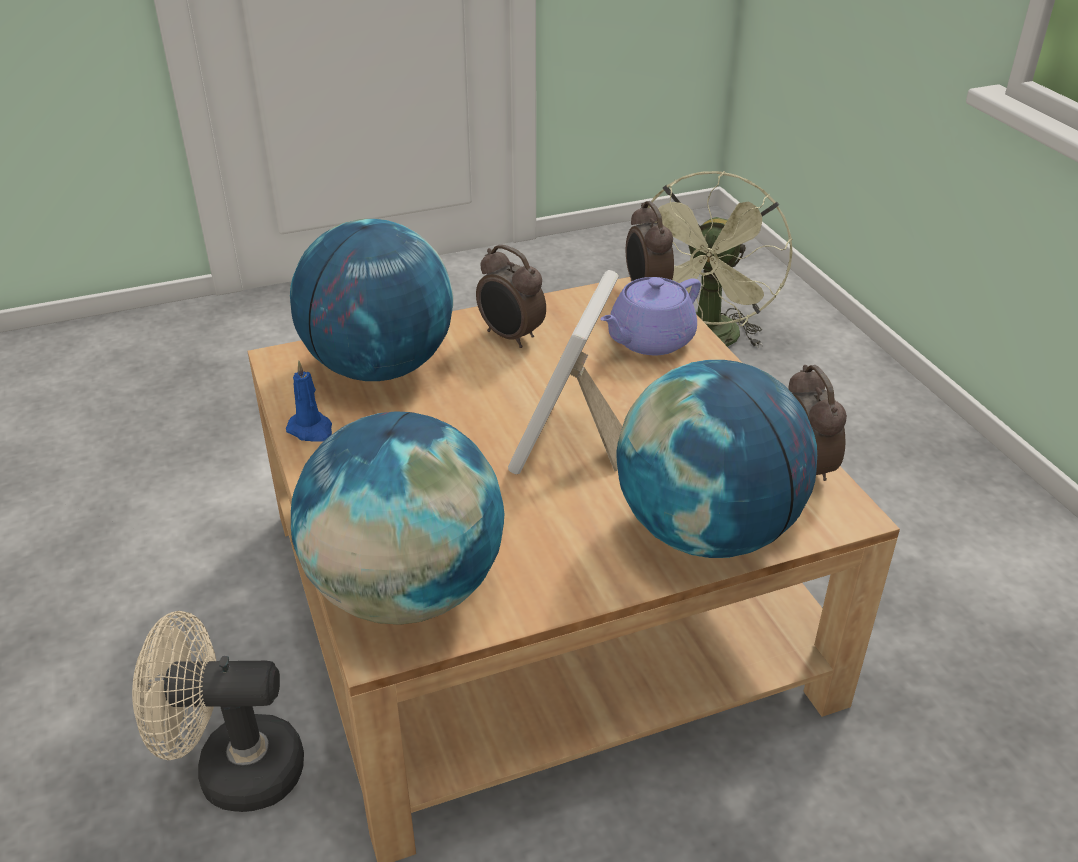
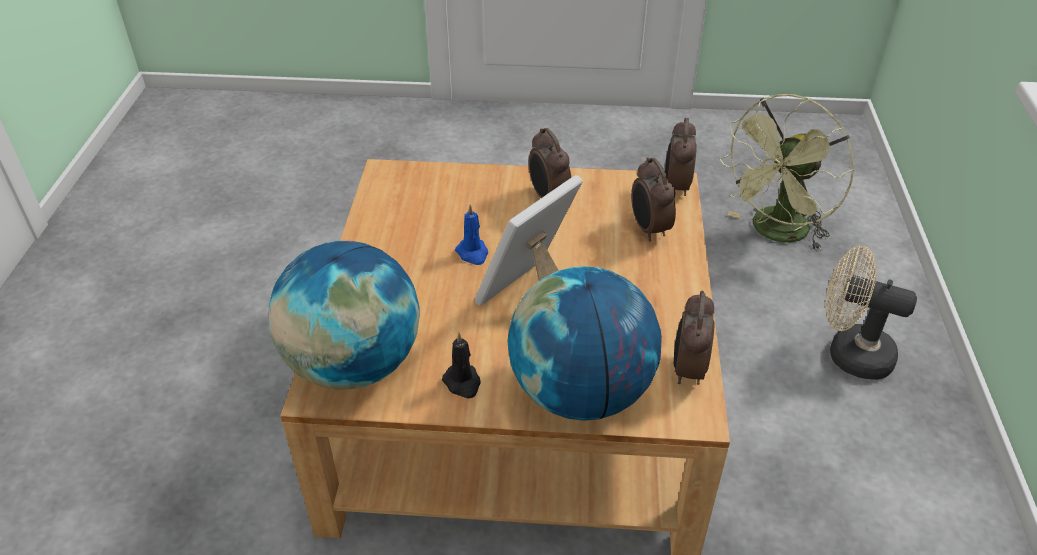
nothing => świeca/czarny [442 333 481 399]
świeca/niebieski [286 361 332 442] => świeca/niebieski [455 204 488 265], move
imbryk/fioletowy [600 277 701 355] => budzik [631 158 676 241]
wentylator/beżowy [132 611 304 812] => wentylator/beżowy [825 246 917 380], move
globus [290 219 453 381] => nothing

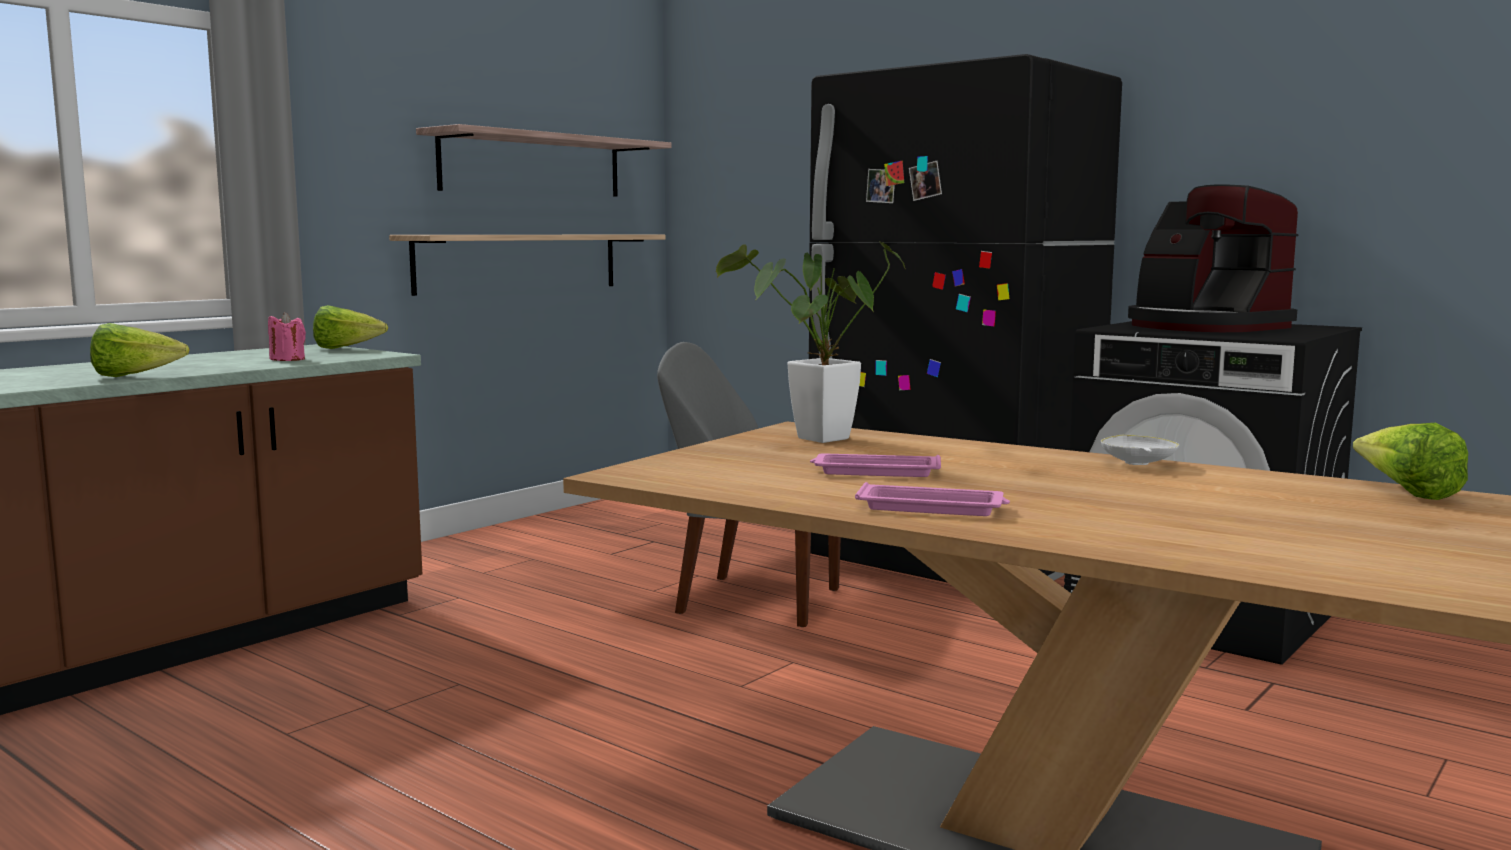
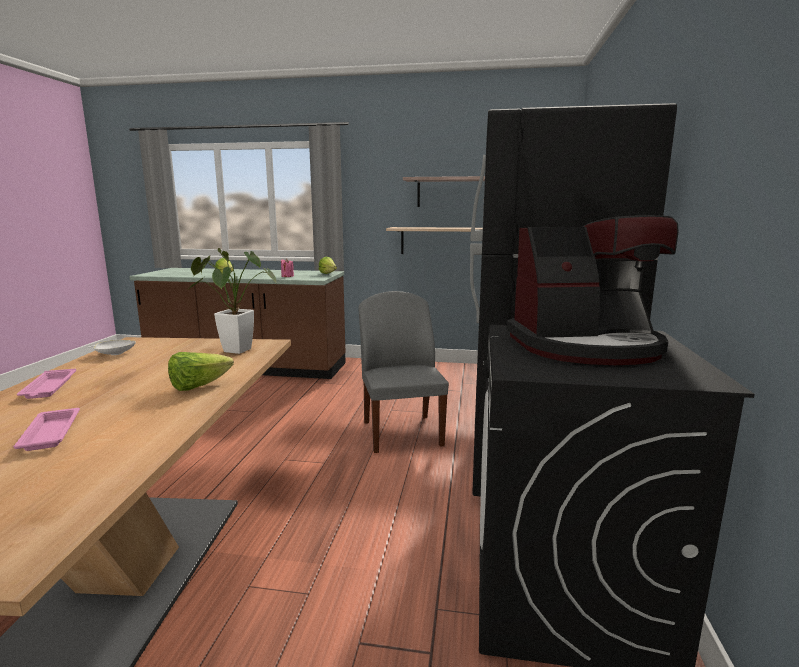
taca/różowy [810 453 941 477] => taca/różowy [13 408 80 451], move
miska/biały [1100 435 1179 465] => miska/biały [88 340 136 355], move
sałata [1353 423 1468 500] => sałata [168 352 234 391], move
ekspres do kawy [1128 184 1298 332] => ekspres do kawy [506 215 679 365], 120 degrees counterclockwise

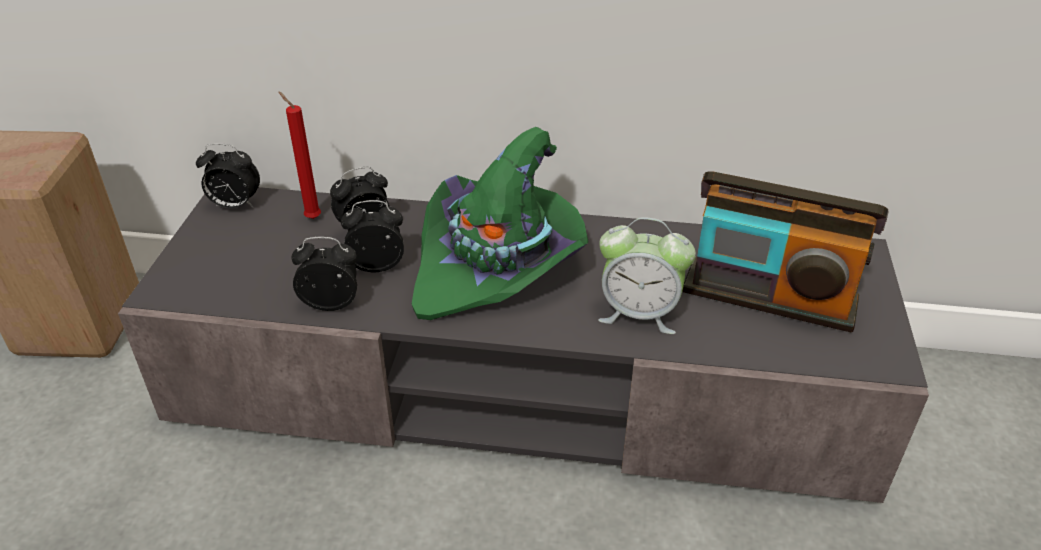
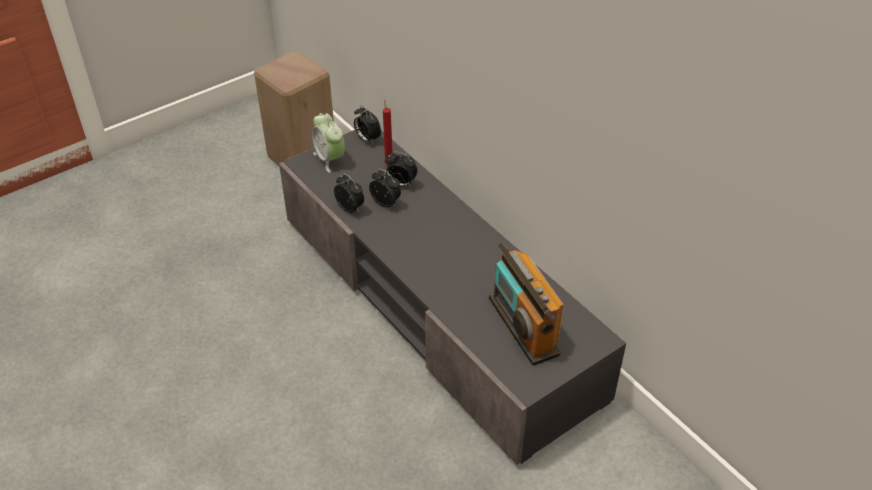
budzik [598 217 696 334] => budzik [312 113 345 173], move
kapelusz/zielony [412 127 589 320] => nothing

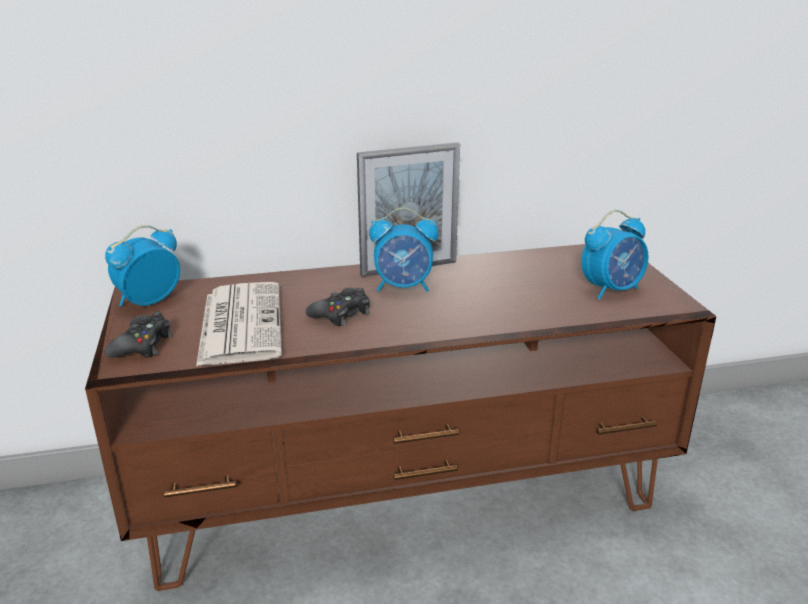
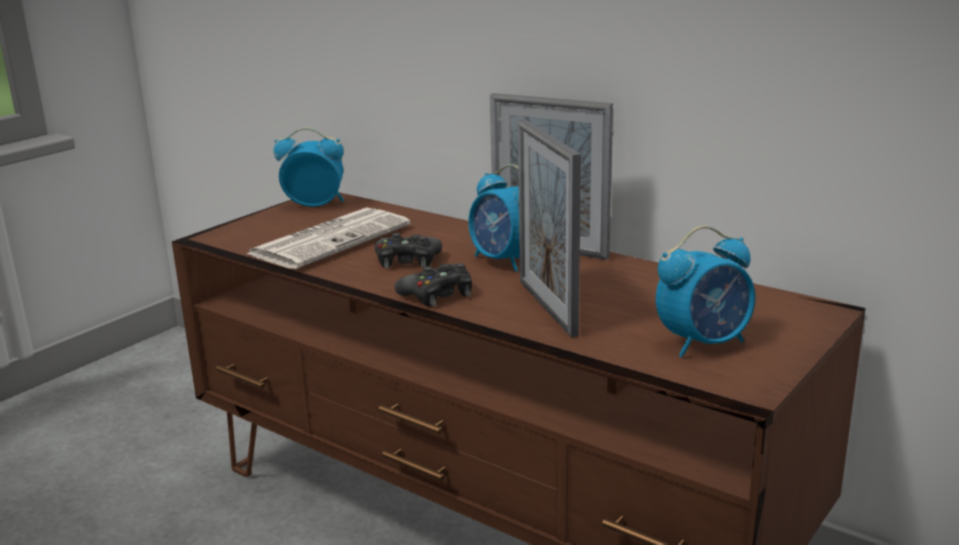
pad do gier/czarny [105 312 173 358] => pad do gier/czarny [394 263 472 307], move
nothing => ramka na zdjęcie [518 119 581 337]
budzik [581 210 649 300] => budzik [656 226 755 358], 45 degrees counterclockwise

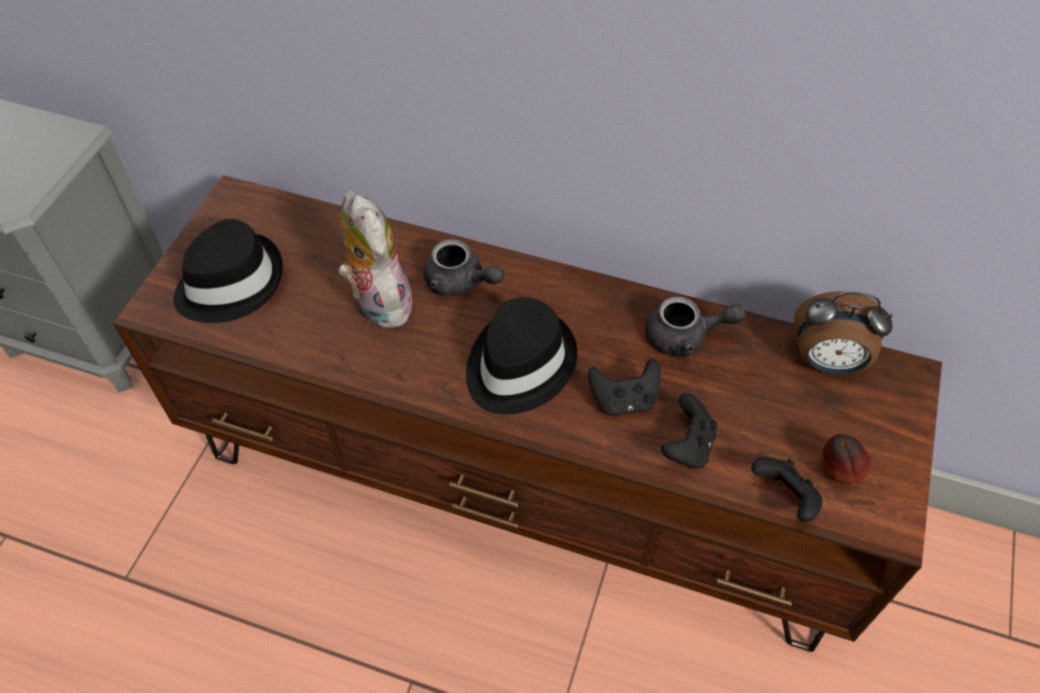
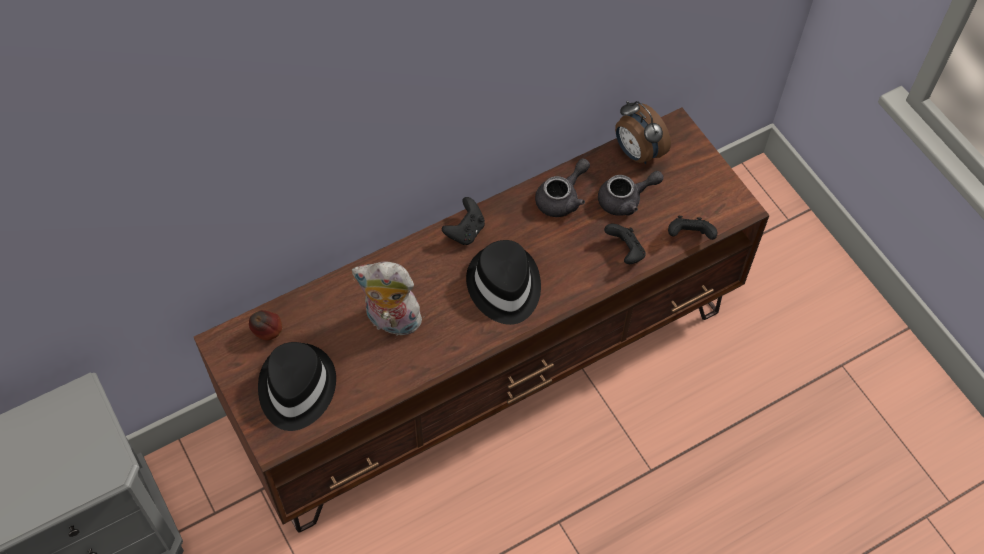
jabłko [823 434 871 485] => jabłko [249 310 282 341], move
pad do gier/czarny [588 358 661 416] => pad do gier/czarny [442 197 485 245], move
imbryk/szary [423 239 504 296] => imbryk/szary [598 171 664 216], move
budzik [794 291 893 375] => budzik [615 101 671 164], 90 degrees clockwise

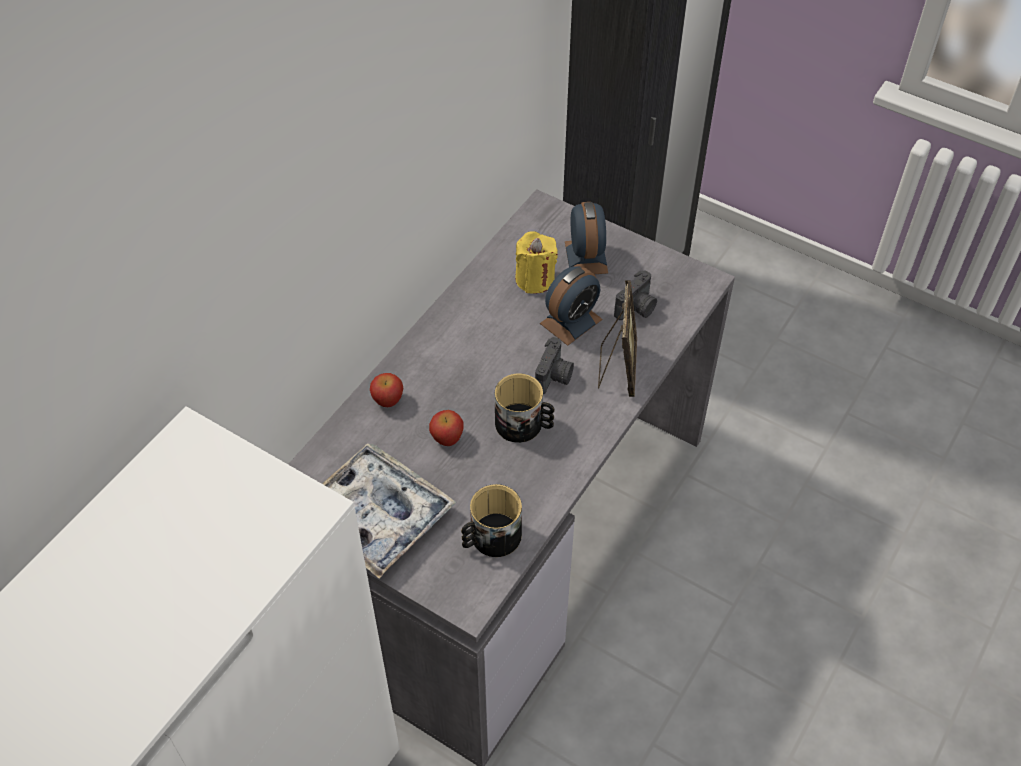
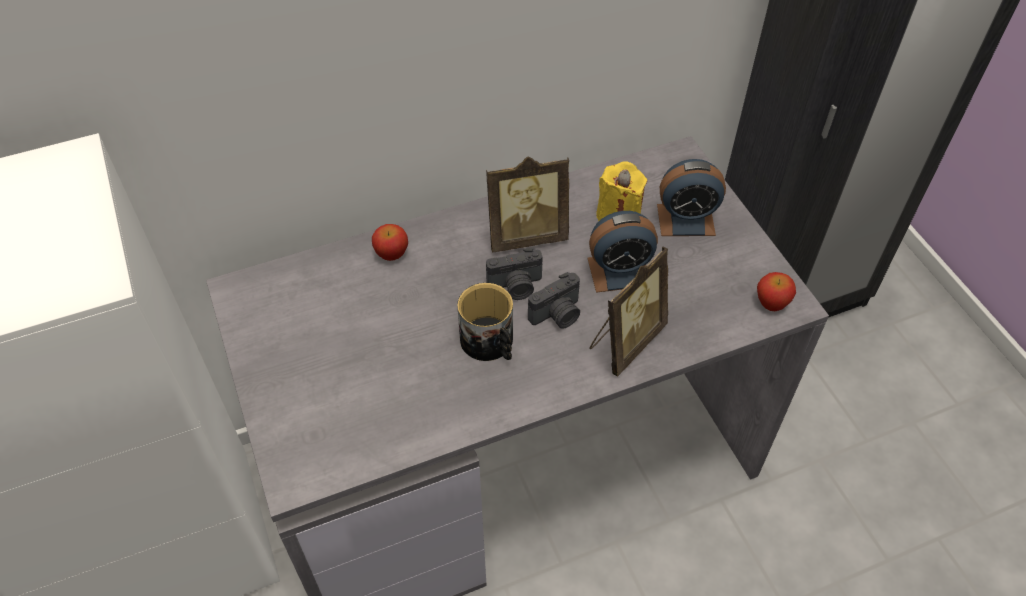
nothing => ramka na zdjęcie [486 157 569 252]
aparat fotograficzny [614 270 657 320] => aparat fotograficzny [486 248 543 300], move
budzik [565 202 608 274] => budzik [657 159 726 236], 60 degrees clockwise
jabłko [429 410 463 446] => jabłko [757 272 796 311], move
taca [323 443 456 579] => nothing
kubek [461 484 522 557] => nothing

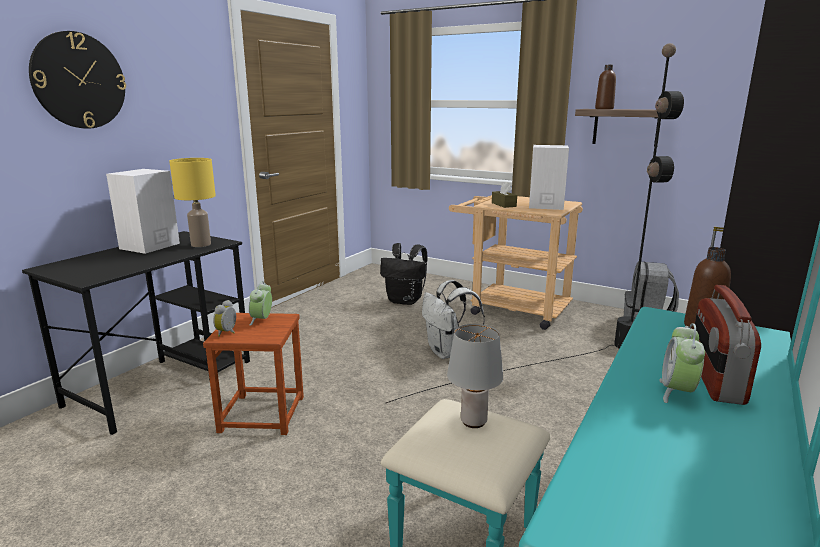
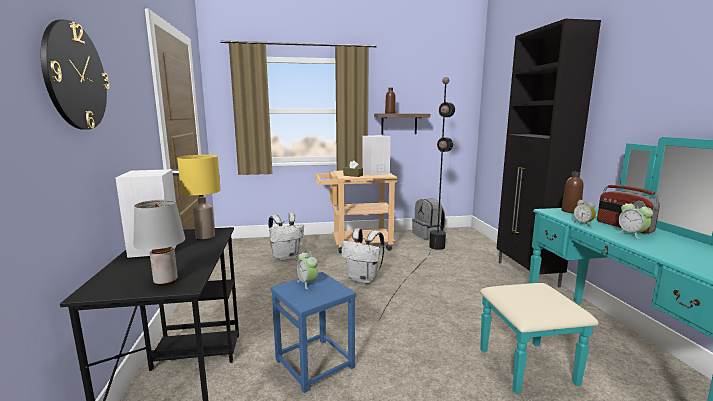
lampa stołowa/szary [447 324 503 428] => lampa stołowa/szary [134 200 185 286], move
plecak/czarny [380 243 428 305] => plecak/biały [269 213 304 261]
stołek/brązowy [203 313 304 435] => stołek/niebieski [270 272 356 393]
budzik [213 300 236 337] => budzik [574 200 596 226], move

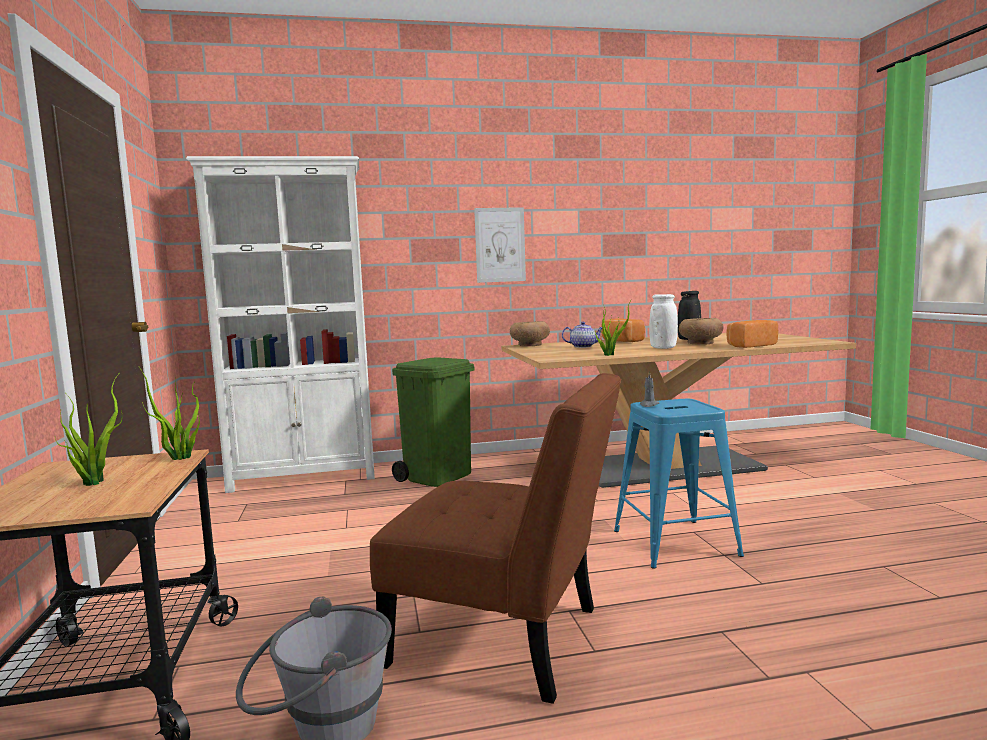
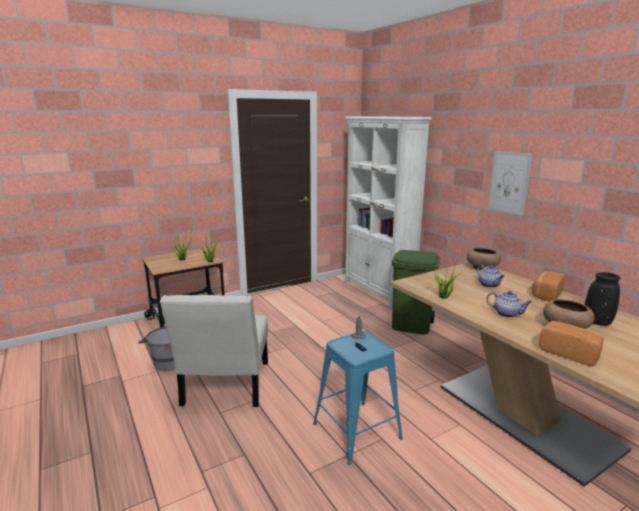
krzesło/brązowy [370 373 622 704] => krzesło/biały [160 295 268 407]
wazon/biały [649 294 678 349] => imbryk [486 291 532 318]

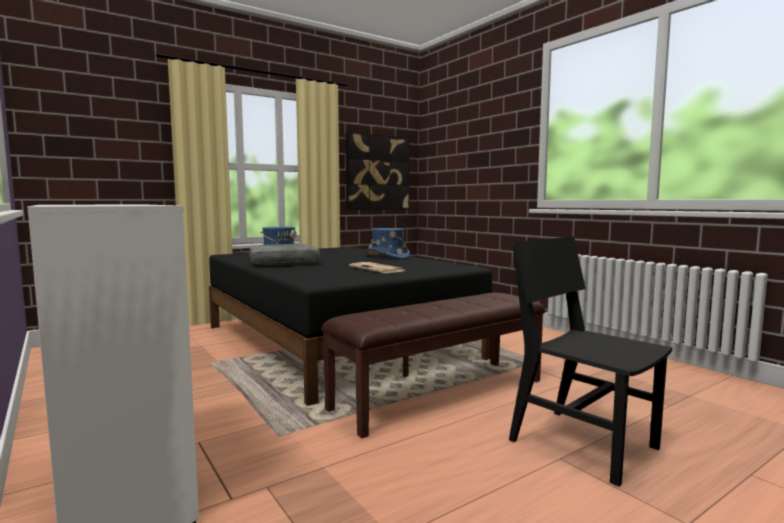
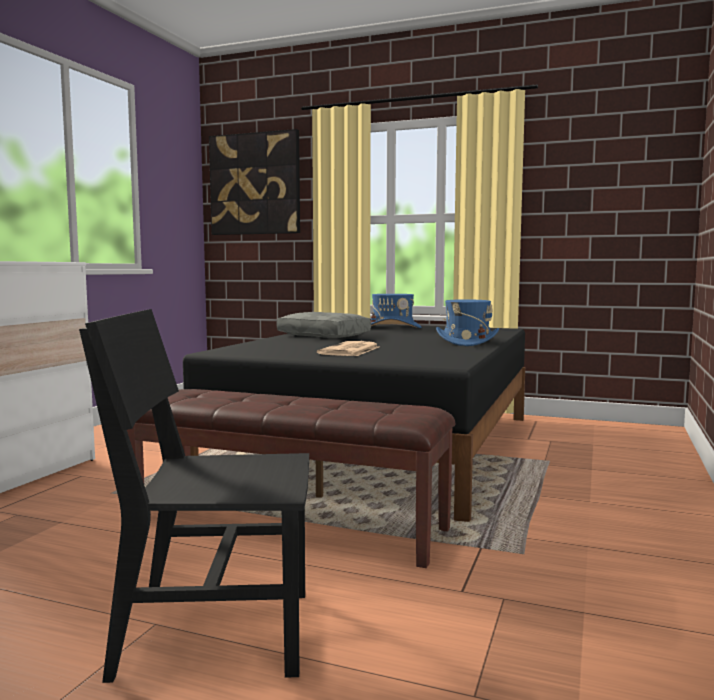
krzesło/czarny [509 236 672 487] => krzesło/czarny [79 309 309 683], 105 degrees counterclockwise
obraz [346 132 409 210] => obraz [209 129 300 235], move

